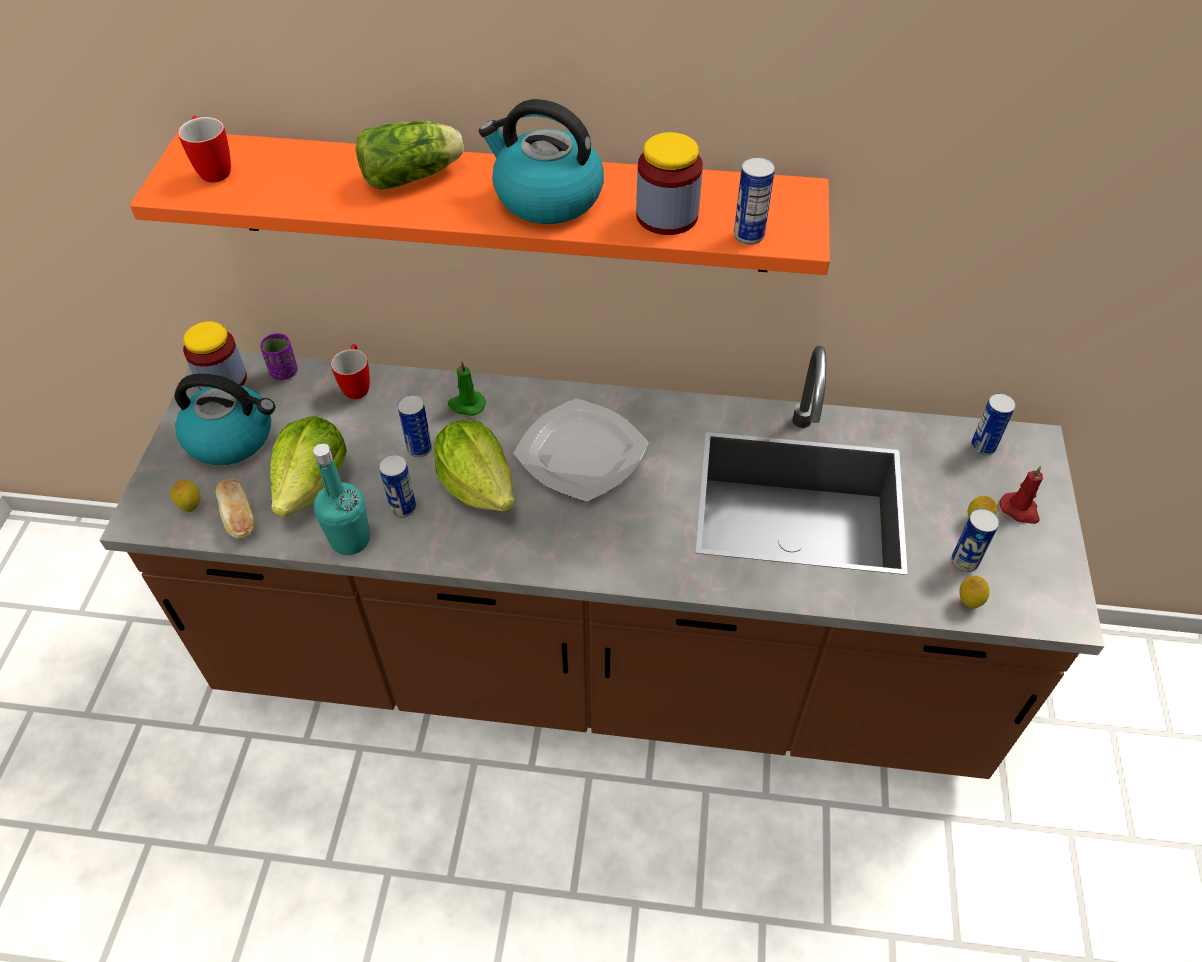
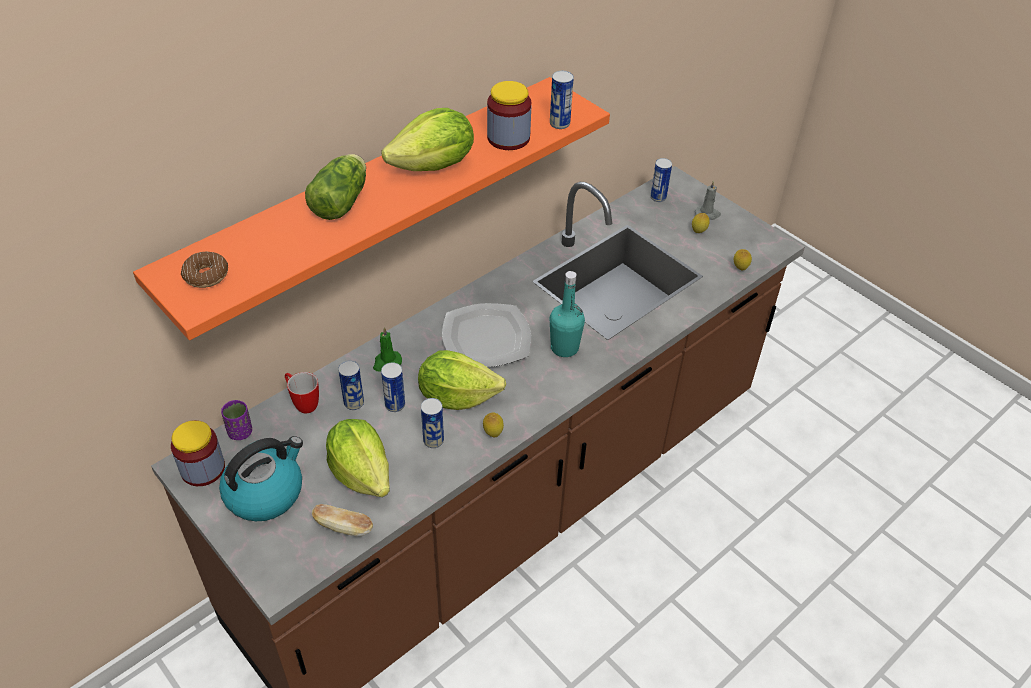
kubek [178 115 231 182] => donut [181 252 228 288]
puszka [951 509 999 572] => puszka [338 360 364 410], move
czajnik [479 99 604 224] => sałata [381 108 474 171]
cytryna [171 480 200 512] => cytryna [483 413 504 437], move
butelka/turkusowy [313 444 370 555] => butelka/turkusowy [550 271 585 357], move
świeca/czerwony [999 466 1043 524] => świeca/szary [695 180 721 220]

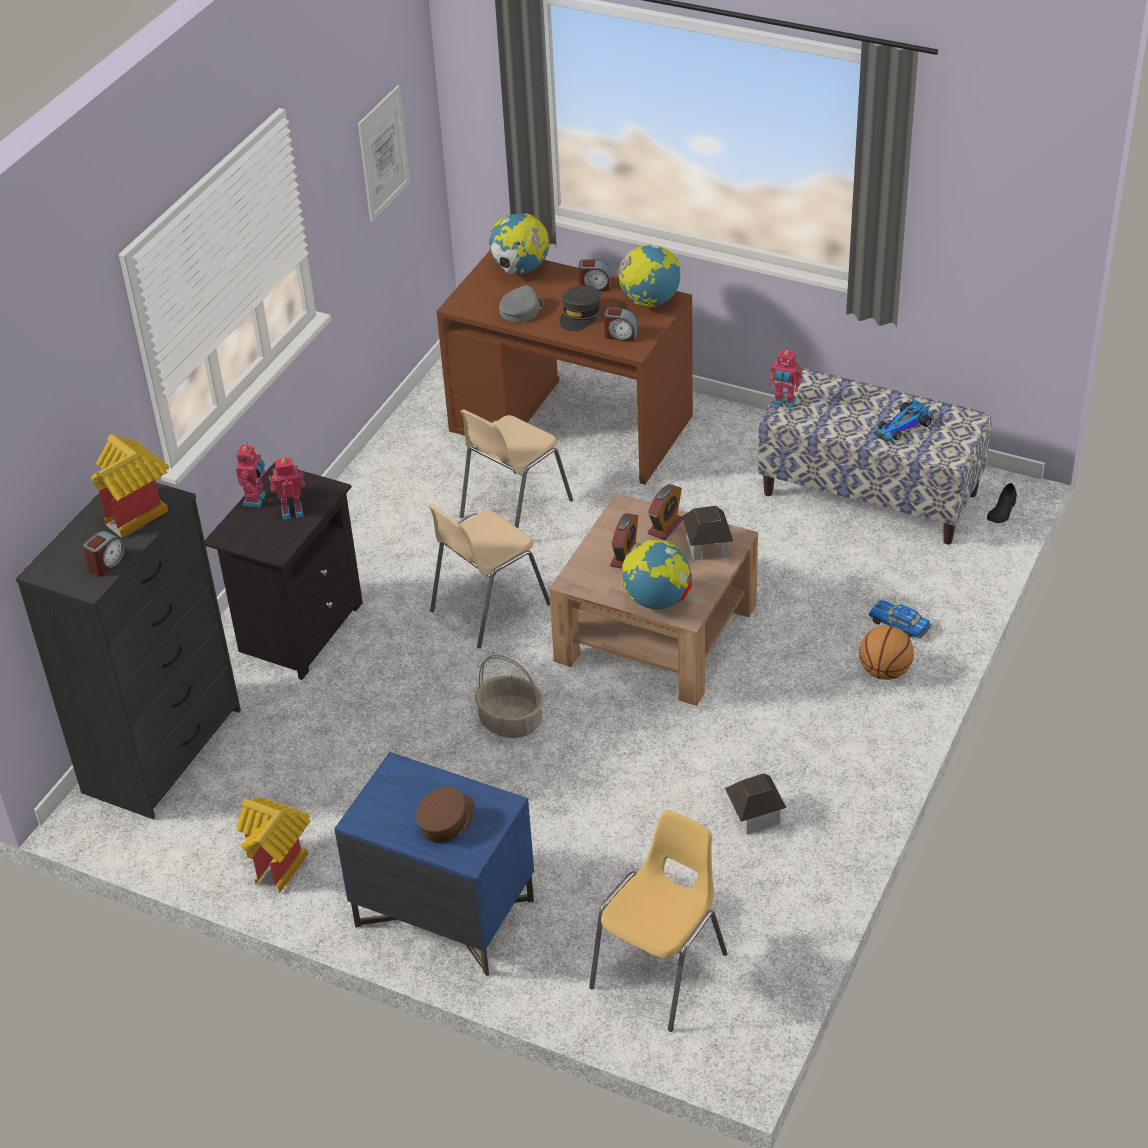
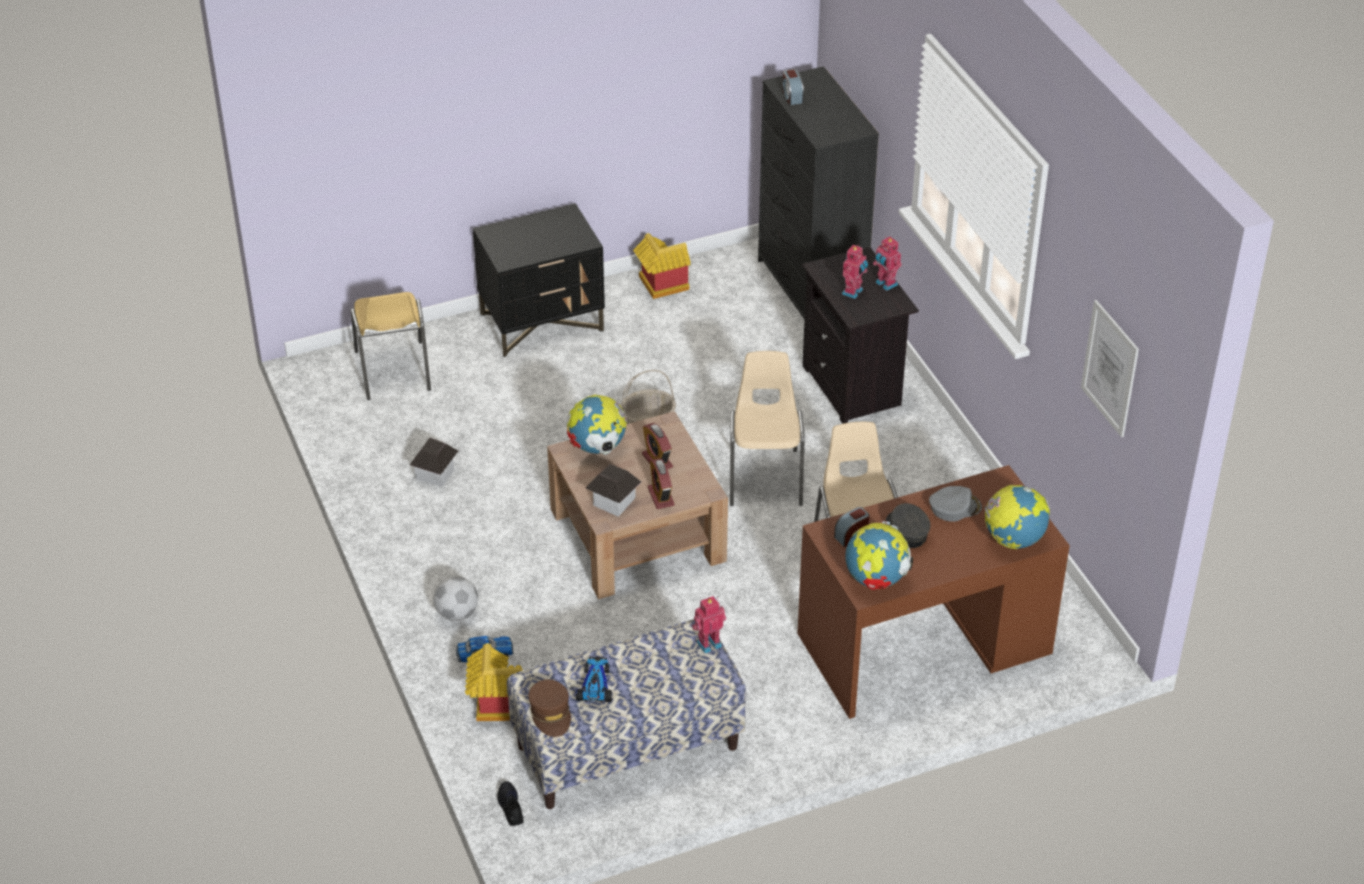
piłka do koszykówki [859 625 914 680] => piłka futbolowa [433 576 478 621]
domek [91 434 169 538] => domek [465 643 523 721], move
szafka nocna/niebieski [334 752 534 976] => szafka nocna/czarny [473 203 605 357]
czapka z daszkiem/brązowy [416 787 475 843] => czapka z daszkiem/brązowy [529 680 571 737], move
czapka z daszkiem/szary [499 285 544 322] => czapka z daszkiem/szary [929 486 982 522], 90 degrees counterclockwise
budzik [579 260 611 291] => nothing

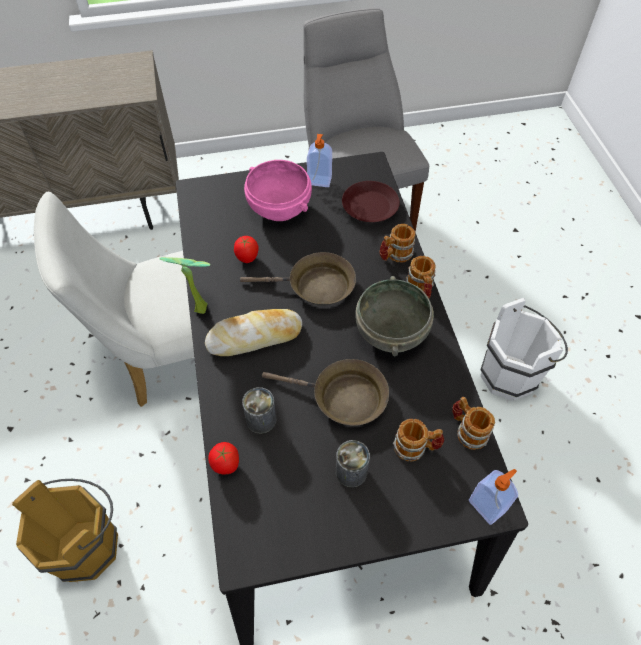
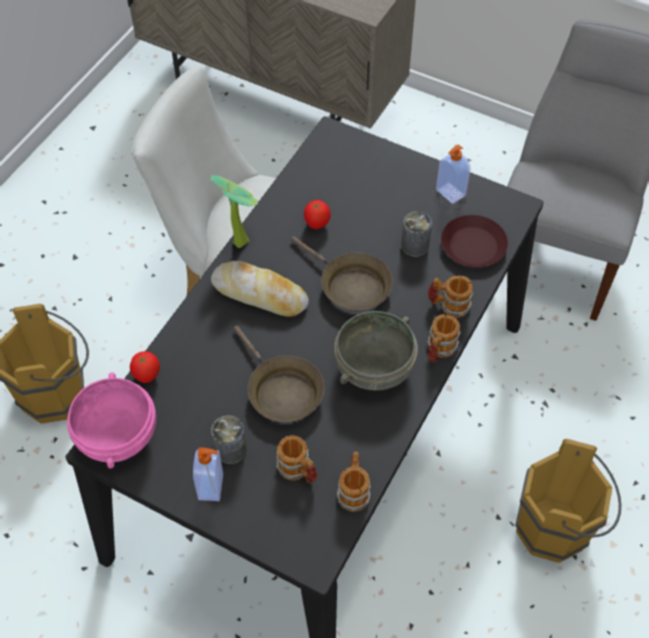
miska/różowy [244 160 312 221] => miska/różowy [67 372 156 468], move
dozownik mydła [469 469 518 525] => dozownik mydła [193 447 223 501], move
puszka [242 387 277 434] => puszka [401 211 432 257], move
wiadro/biały [480 298 568 401] => wiadro/brązowy [515 439 621 563]

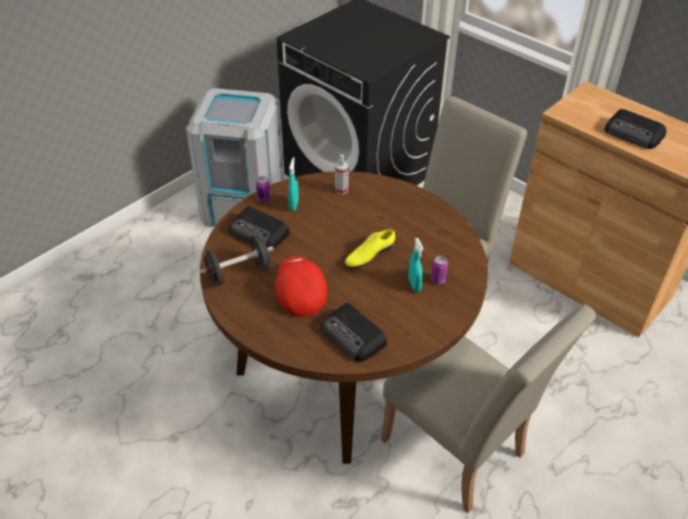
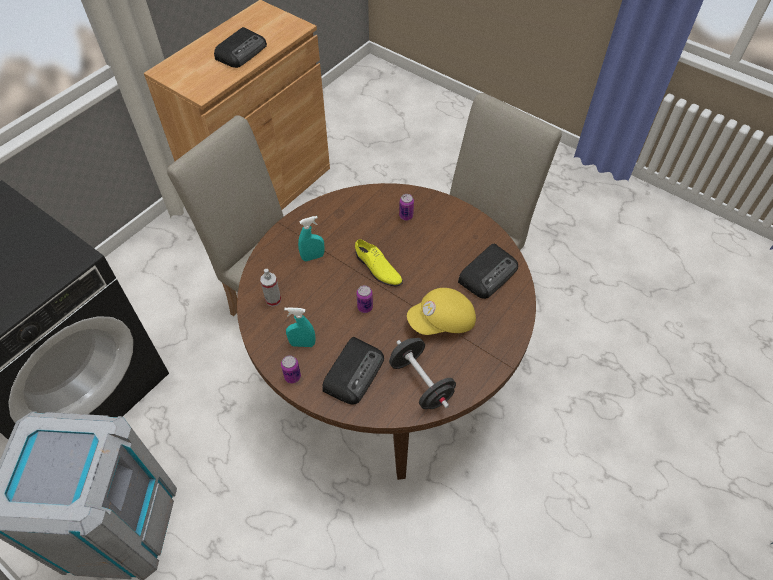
spryskiwacz/turkusowy [408 238 423 292] => spryskiwacz/turkusowy [298 216 325 261], move
nothing => puszka [356 285 373 313]
czapka z daszkiem/czerwony [275 256 327 317] => czapka z daszkiem/żółty [407 288 476 335]

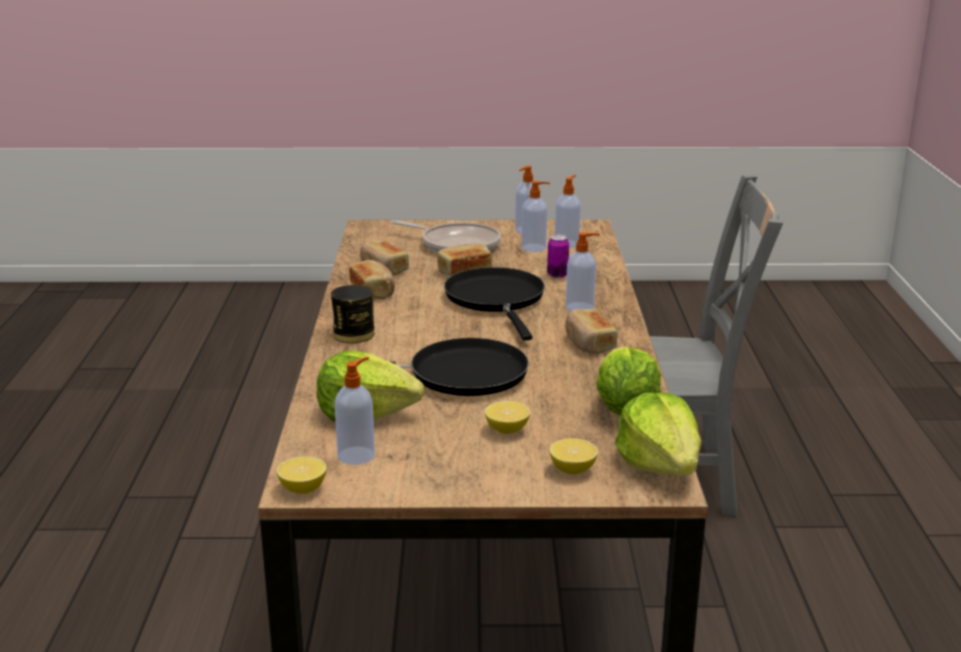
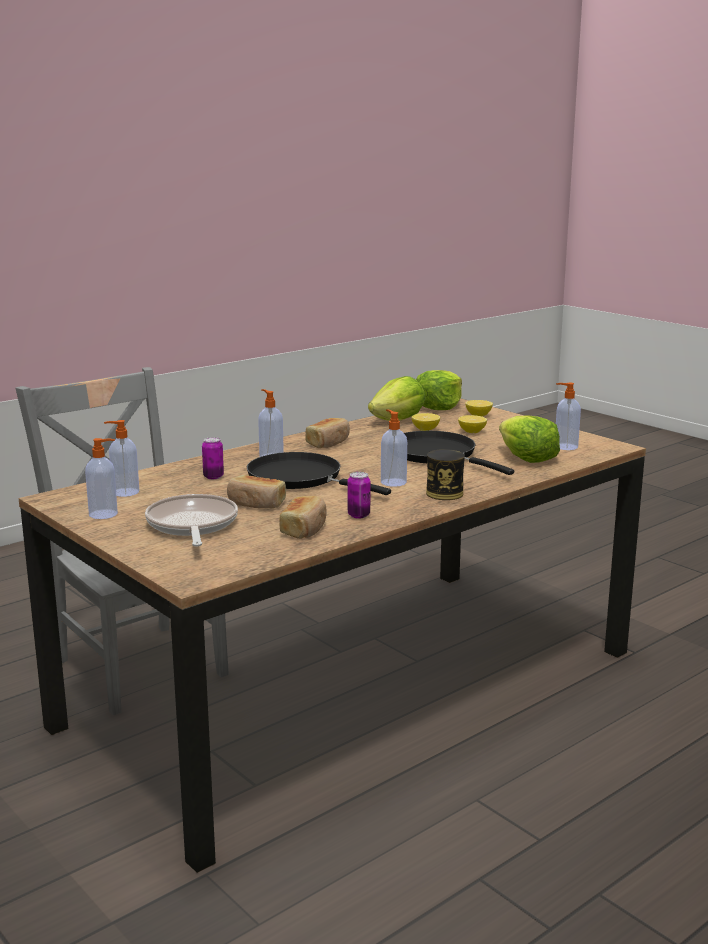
patelnia/czarny [444 267 545 340] => patelnia/czarny [247 452 391 495], 90 degrees clockwise
chleb [349 260 395 299] => puszka [348 472 370 519]
dozownik mydła [522 181 550 252] => dozownik mydła [381 409 407 487], move
cytryna [277 456 327 494] => cytryna [412 413 440 431], move

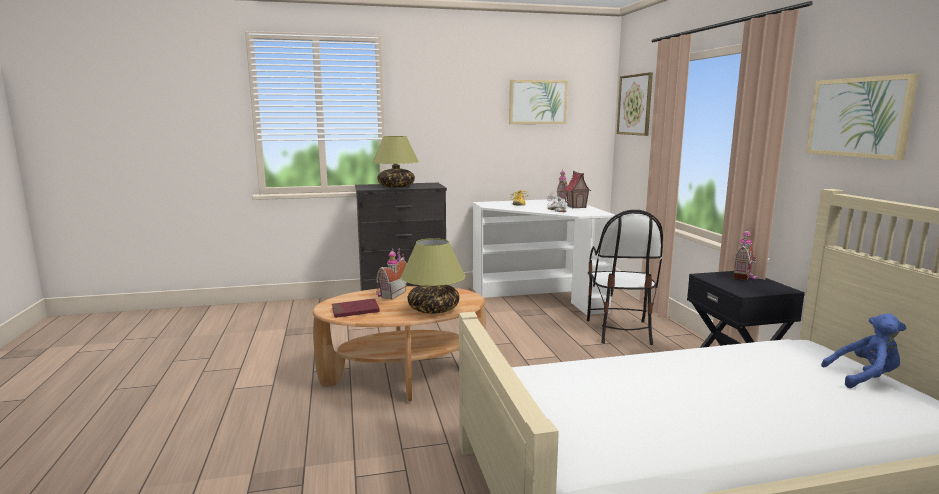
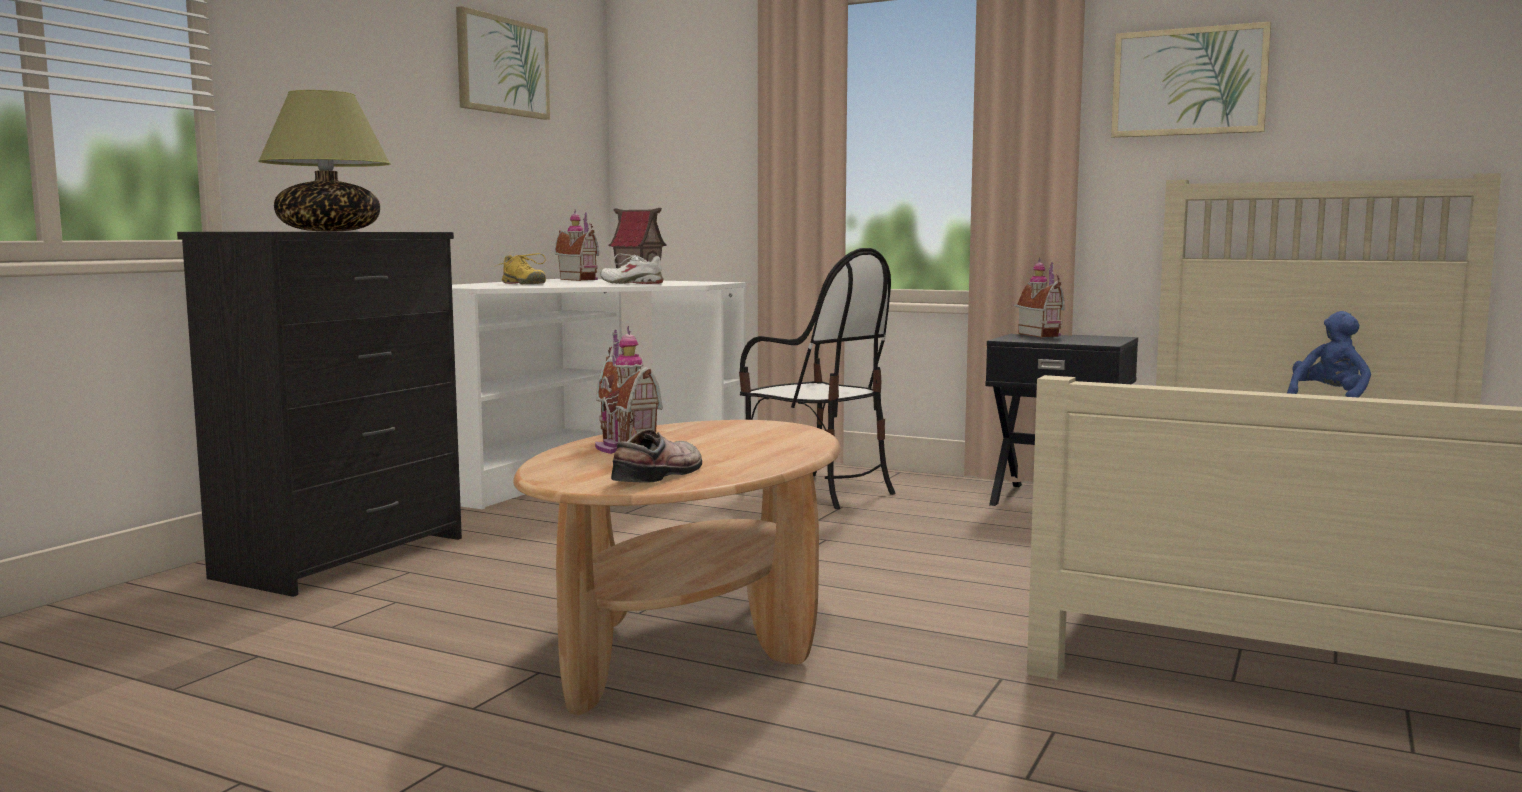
książka/czerwony [332 298 380 318] => but [611 429 702 483]
lampa stołowa [401 238 466 314] => nothing
obraz [617 72 653 136] => nothing

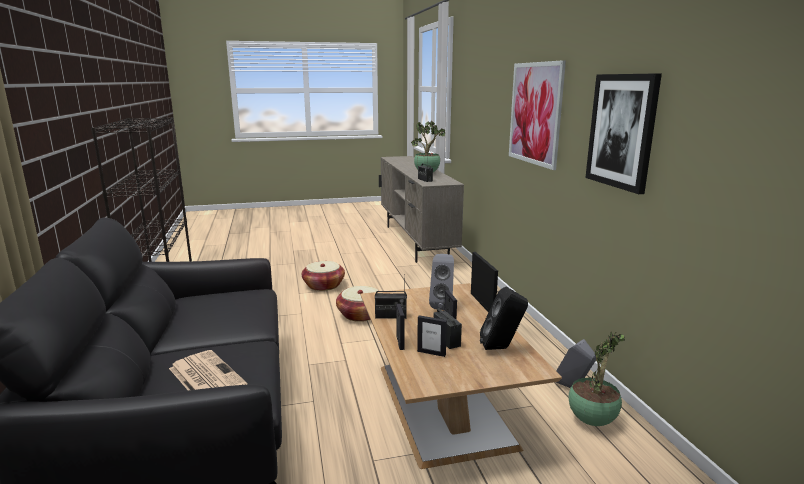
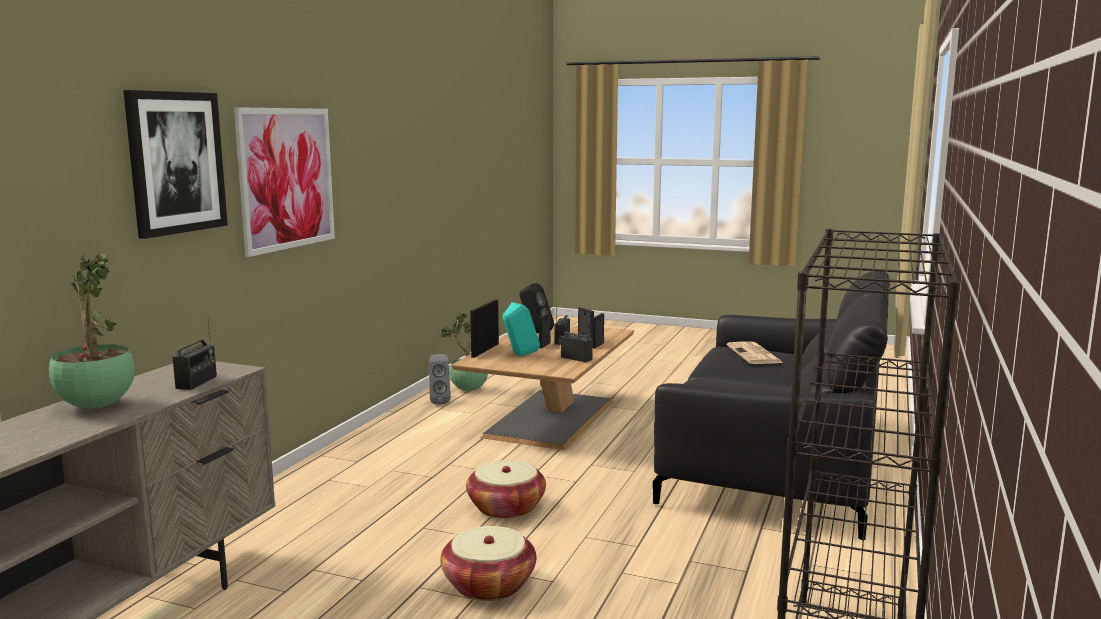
obraz [585 73 662 194] => obraz [123 90 228 239], move
głośnik/szary [429 254 454 310] => głośnik/turkusowy [502 302 540 356]

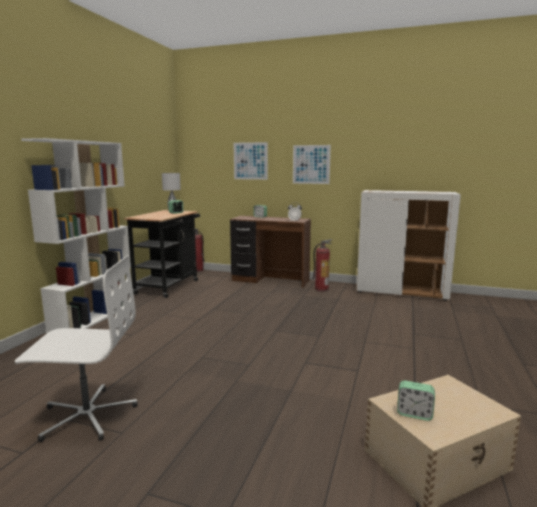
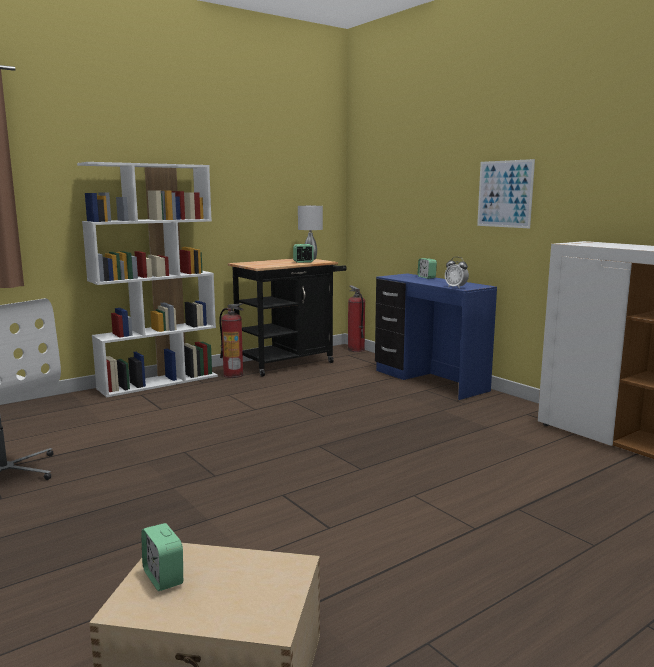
gaśnica [312 239 333 292] => gaśnica [219 303 244 378], move
biurko/brązowy [230 216 311 288] => biurko/niebieski [375 273 497 400]
obraz [234 142 268 180] => nothing

